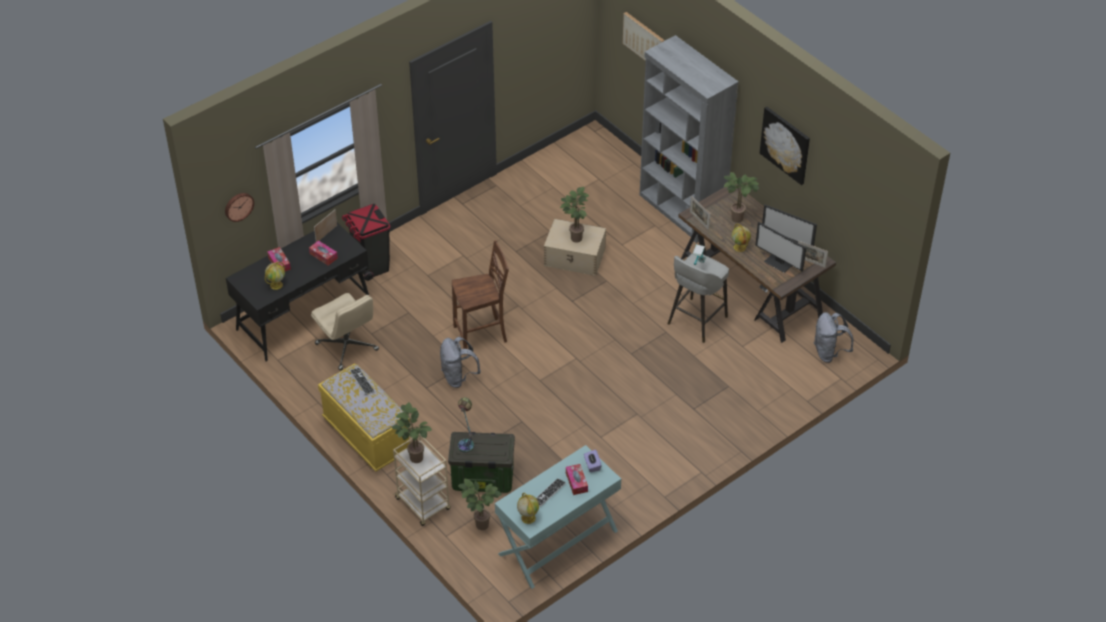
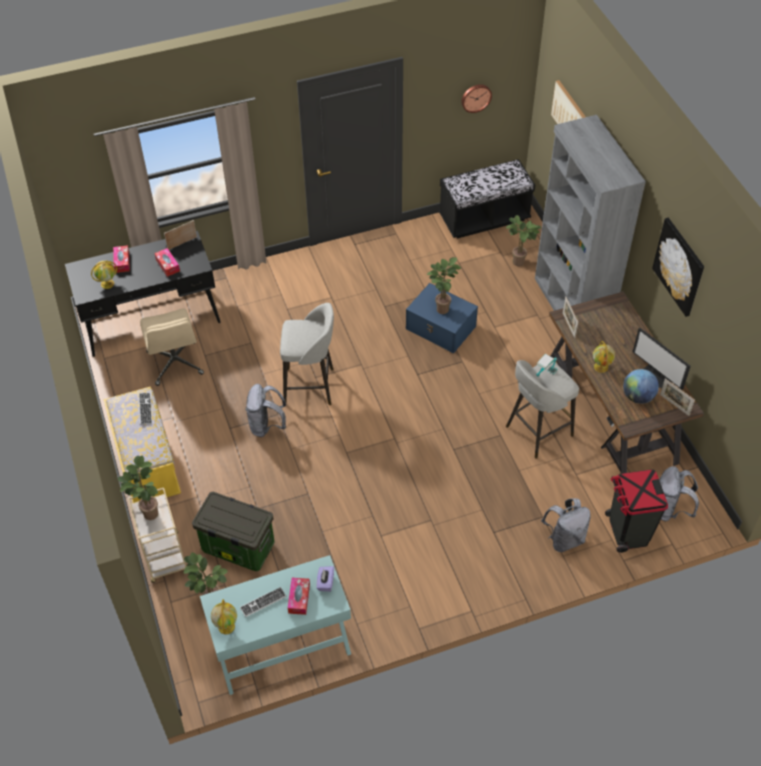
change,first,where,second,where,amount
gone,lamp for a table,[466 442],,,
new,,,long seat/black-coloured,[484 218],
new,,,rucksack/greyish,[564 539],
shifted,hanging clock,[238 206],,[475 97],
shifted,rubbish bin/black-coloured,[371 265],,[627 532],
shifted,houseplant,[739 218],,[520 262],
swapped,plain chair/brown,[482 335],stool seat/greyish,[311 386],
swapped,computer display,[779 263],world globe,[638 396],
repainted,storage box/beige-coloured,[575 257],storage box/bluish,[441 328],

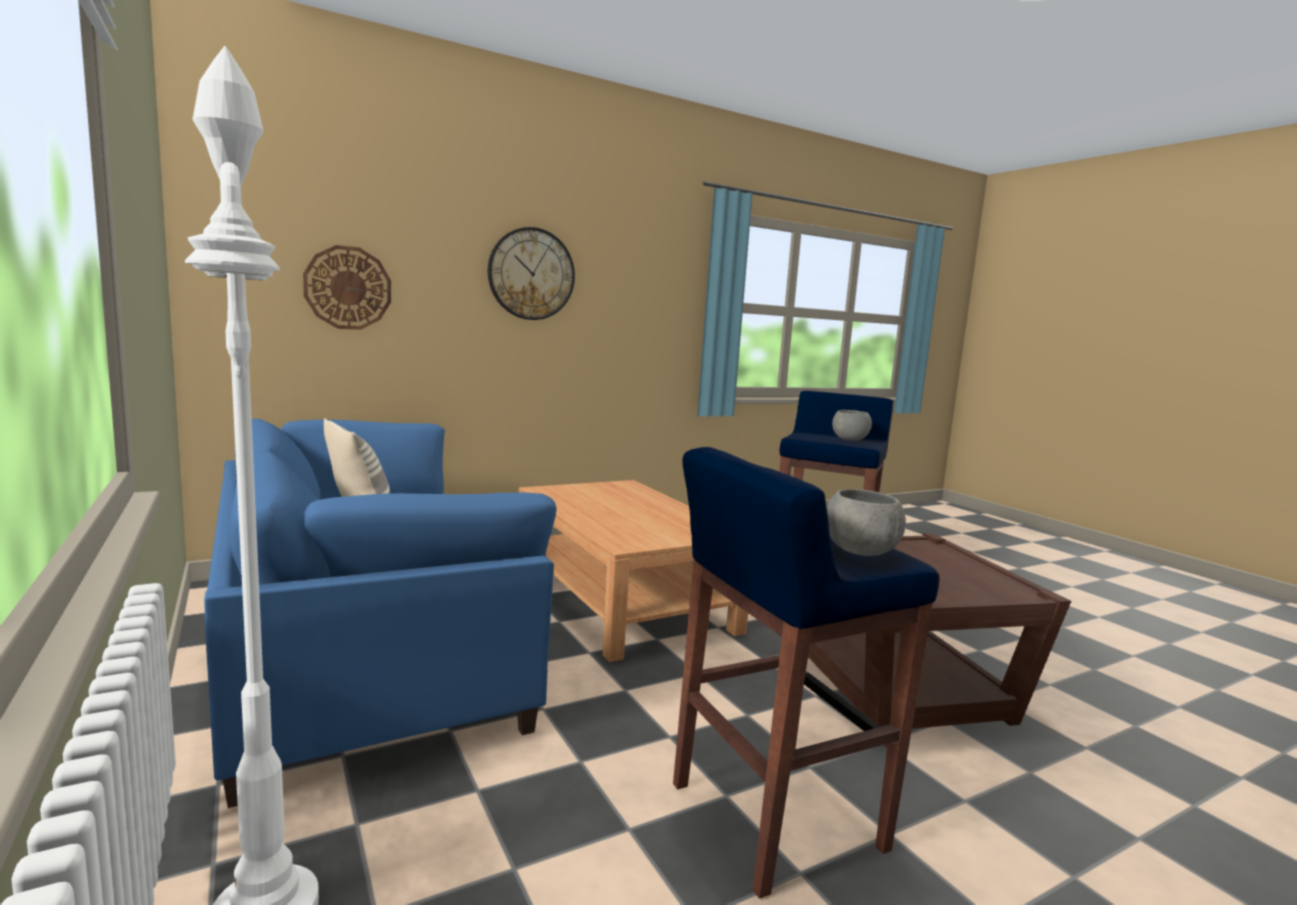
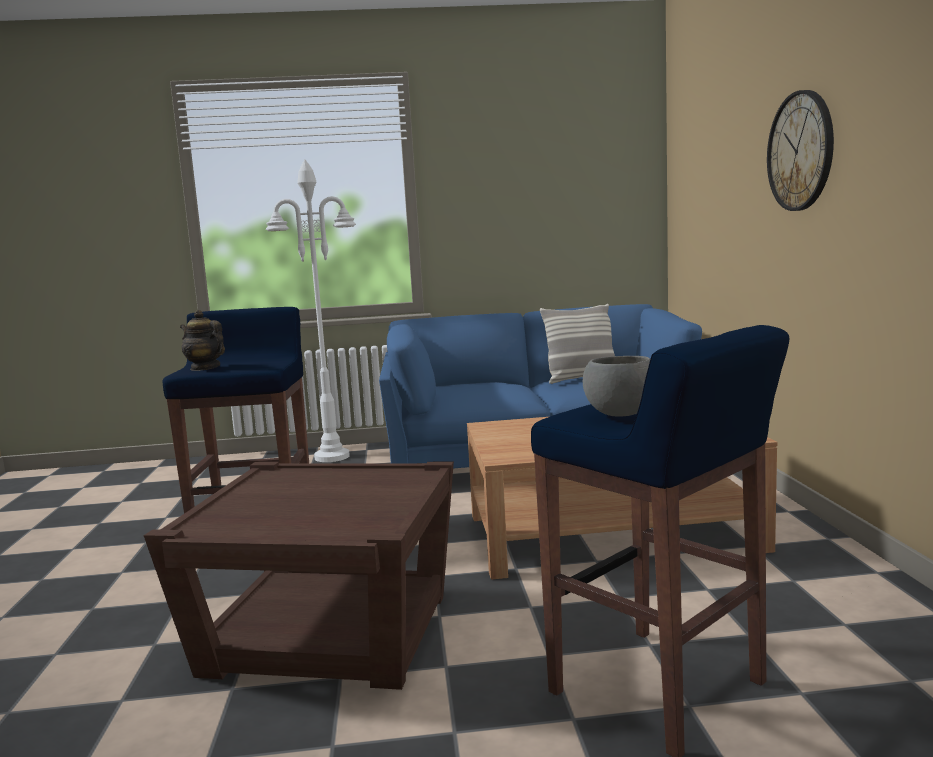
change,first,where,second,where,amount
gone,hanging clock,[348 288],,,
swapped,serving bowl/greyish,[861 552],teapot,[205 368],

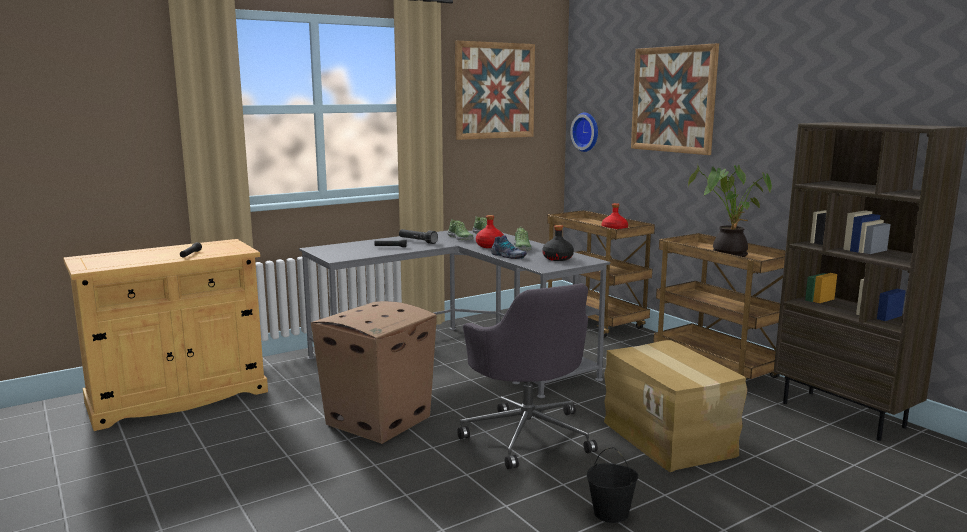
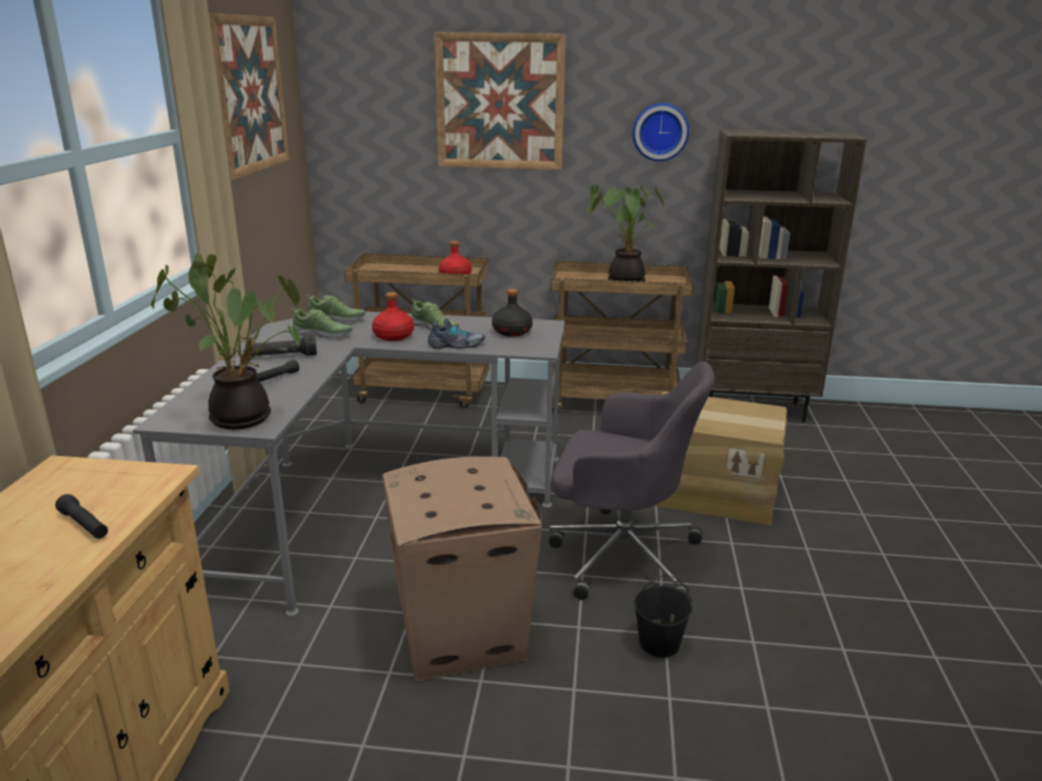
change,first,where,second,where,amount
new,,,houseplant,[244 416],
shifted,hanging clock,[587 132],,[660 131],
shifted,water bucket/black-coloured,[611 513],,[659 643],

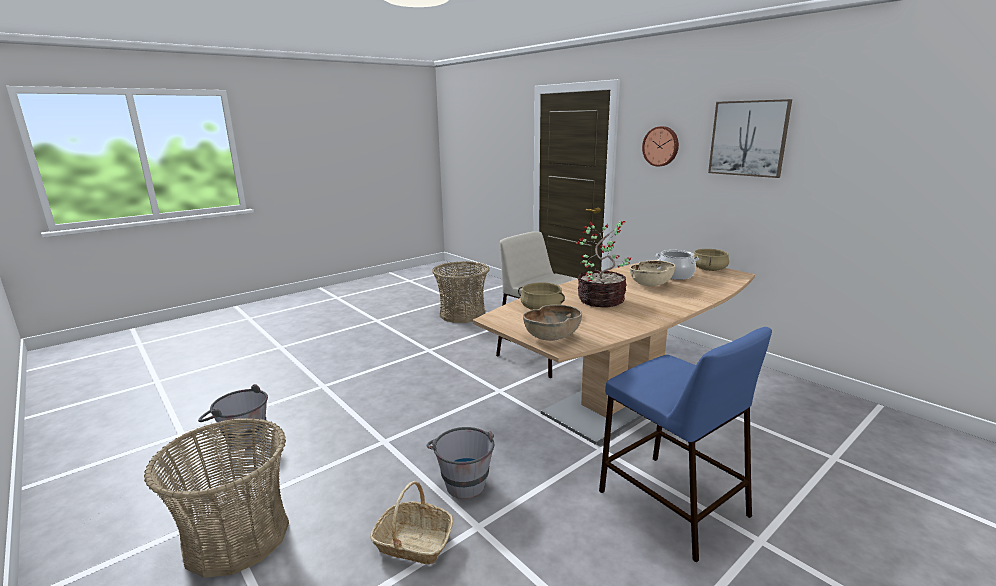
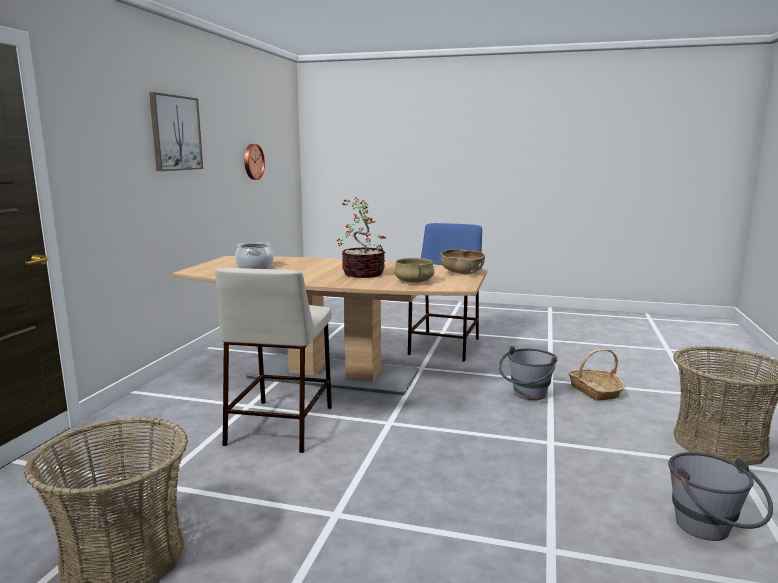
change,first,where,second,where,amount
gone,serving bowl/beige-coloured,[651 284],,,
gone,cooking pot/beige-coloured,[709 269],,,
shifted,hanging clock,[661 146],,[252 161],

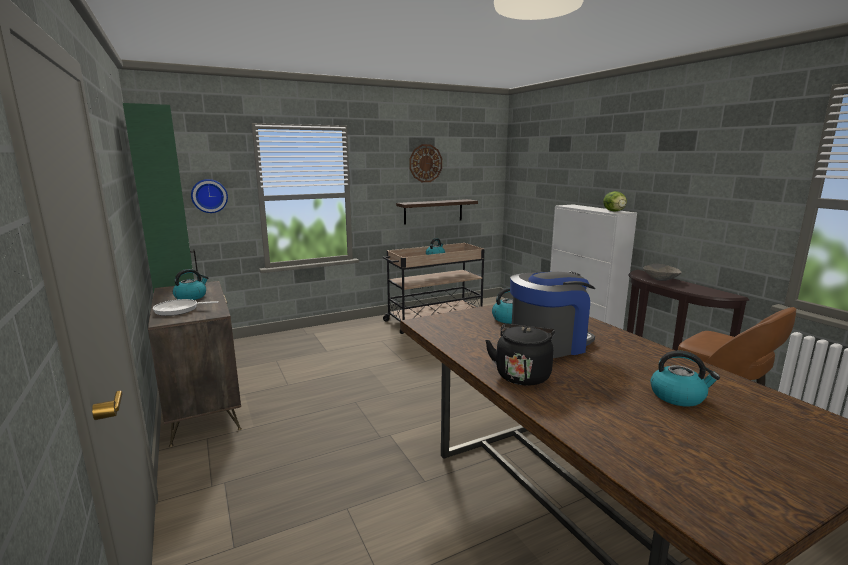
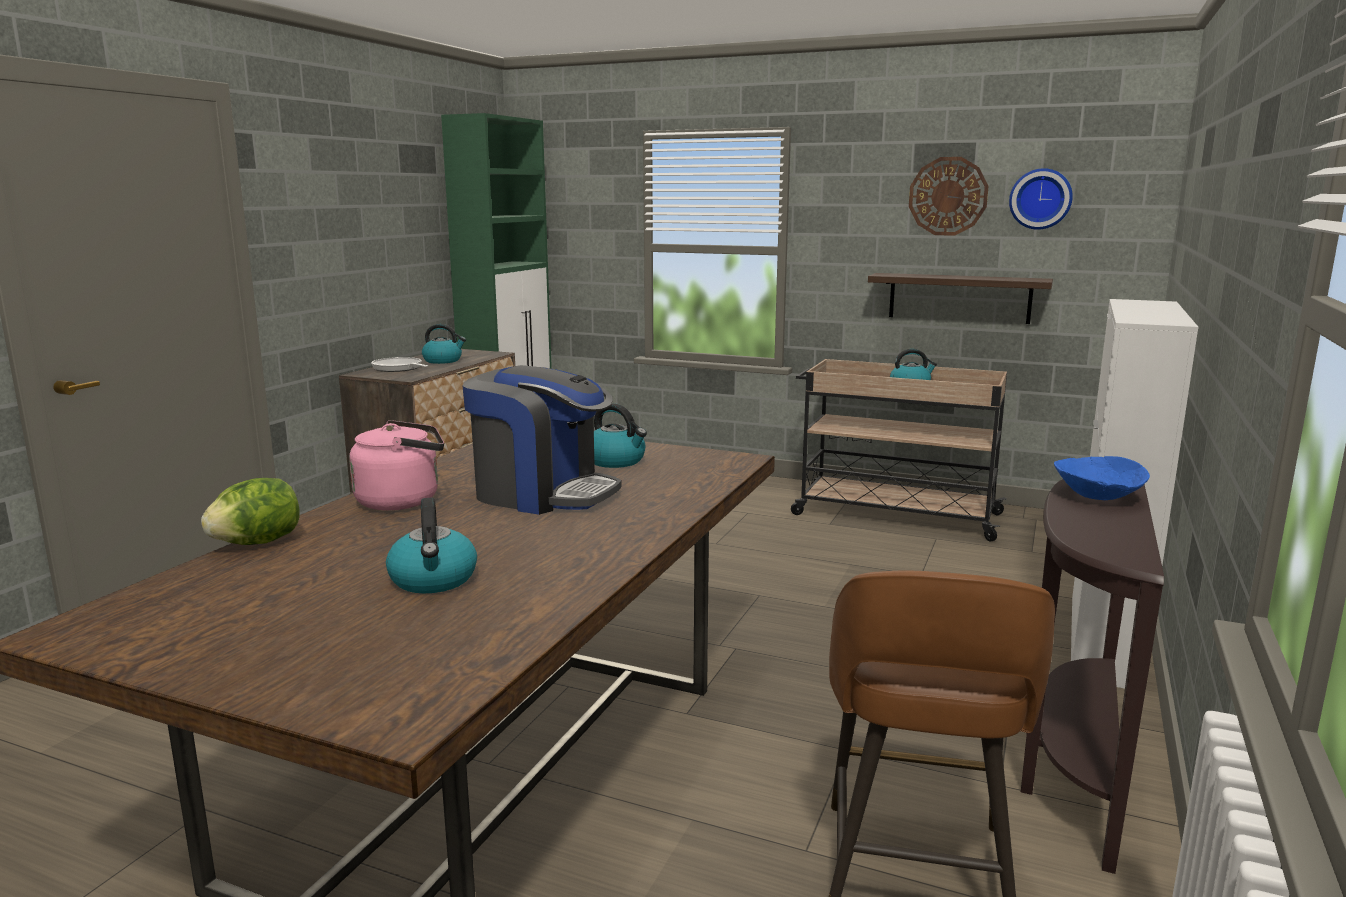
change,first,where,second,where,amount
shifted,hanging clock,[209 196],,[1040 199],
shifted,head of lettuce,[614 211],,[257 543],
repainted,tea kettle/black-coloured,[522 374],tea kettle/pinkish,[403 500],
repainted,serving bowl/greyish,[660 279],serving bowl/bluish,[1097 497],

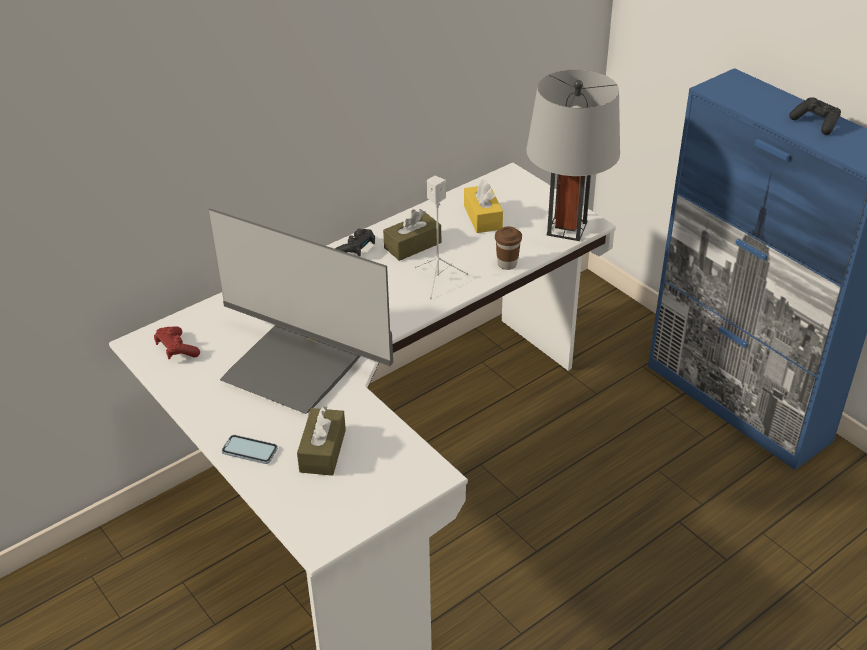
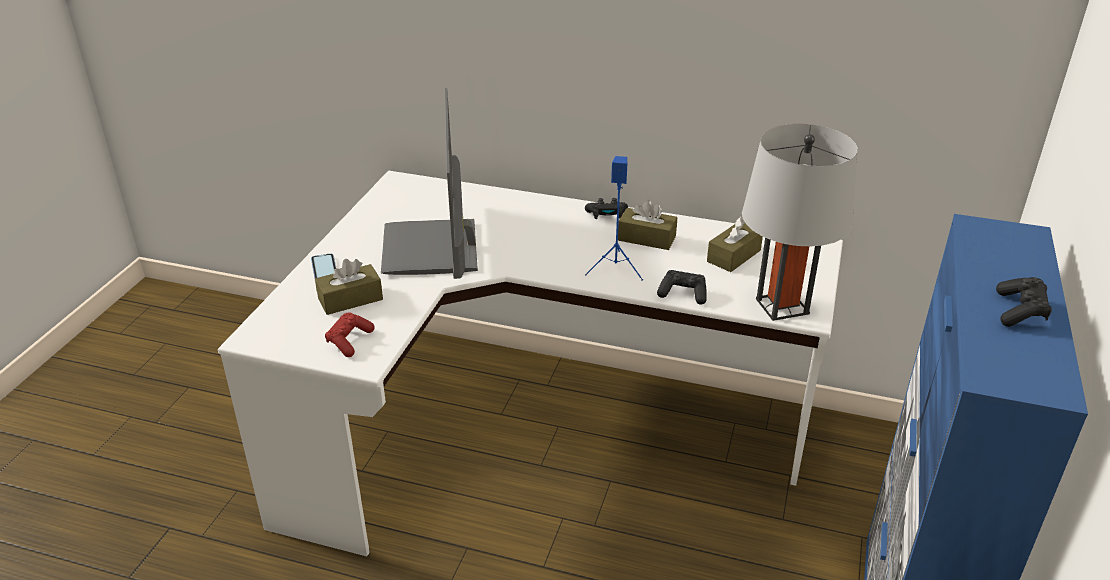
change,first,where,second,where,amount
shifted,game controller/red,[177 350],,[349 341],
swapped,small cup/brown,[507 264],game controller/black-coloured,[683 294],
repainted,audio speaker/white-coloured,[438 280],audio speaker/bluish,[616 268],
repainted,tissue holder/yellow-coloured,[482 217],tissue holder/brown,[733 256],

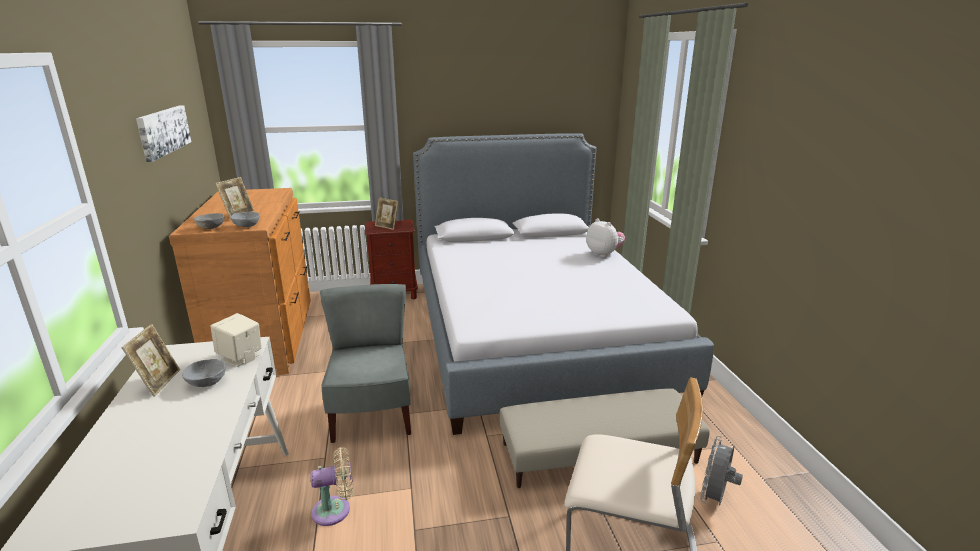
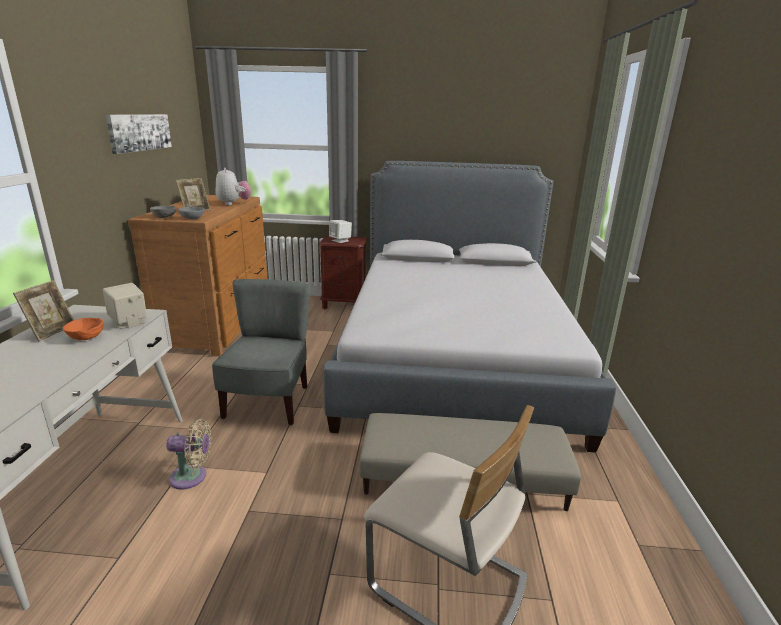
change,first,where,second,where,amount
gone,fan/greyish,[715 499],,,
shifted,soft toy,[604 254],,[233 204],
swapped,standing frame,[387 226],audio speaker/white-coloured,[340 240],
repainted,serving bowl/greyish,[207 382],serving bowl/orange-coloured,[86 337],

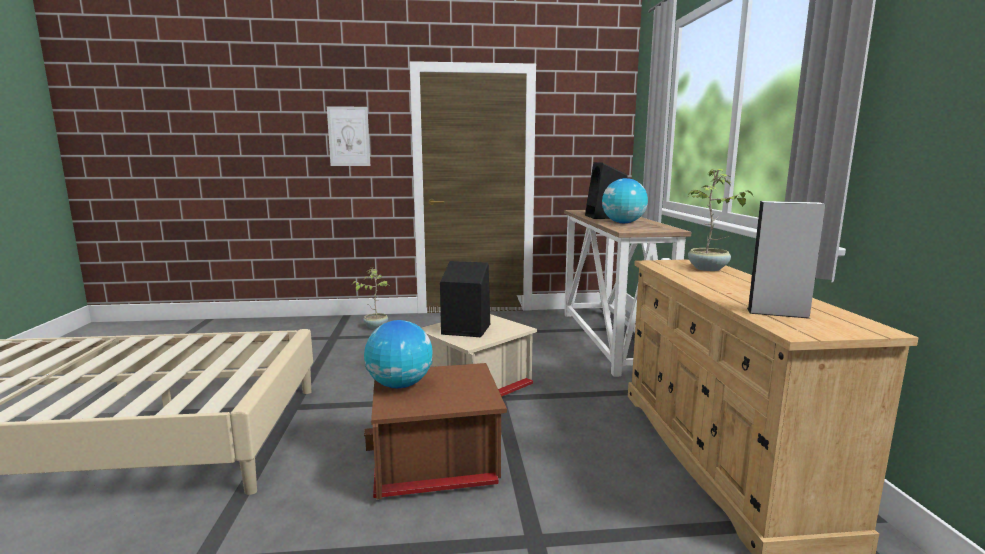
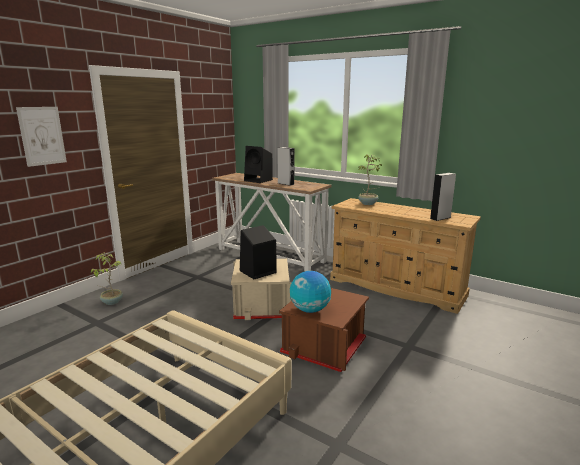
change,first,where,second,where,amount
swapped,world globe,[623 223],audio speaker/greyish,[286 184],

